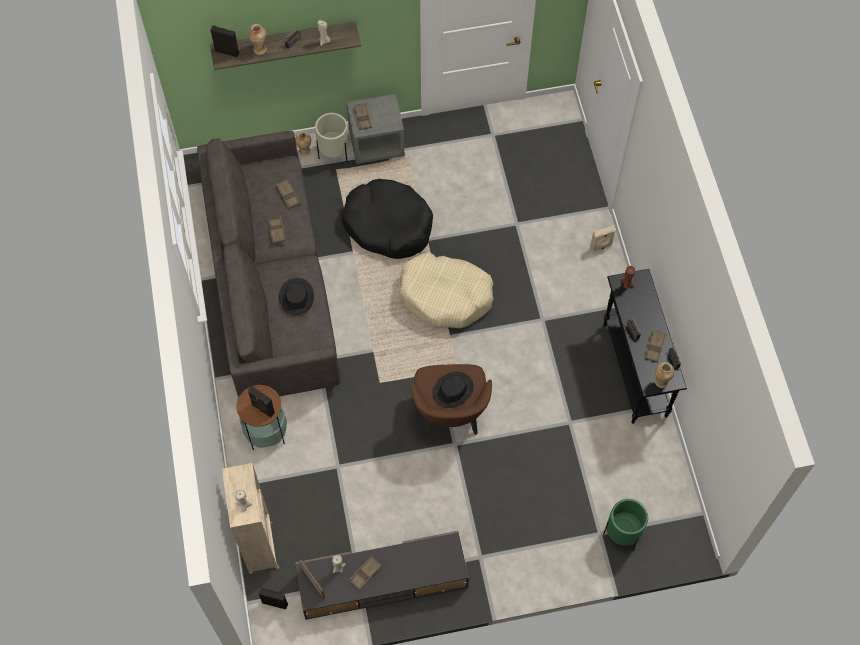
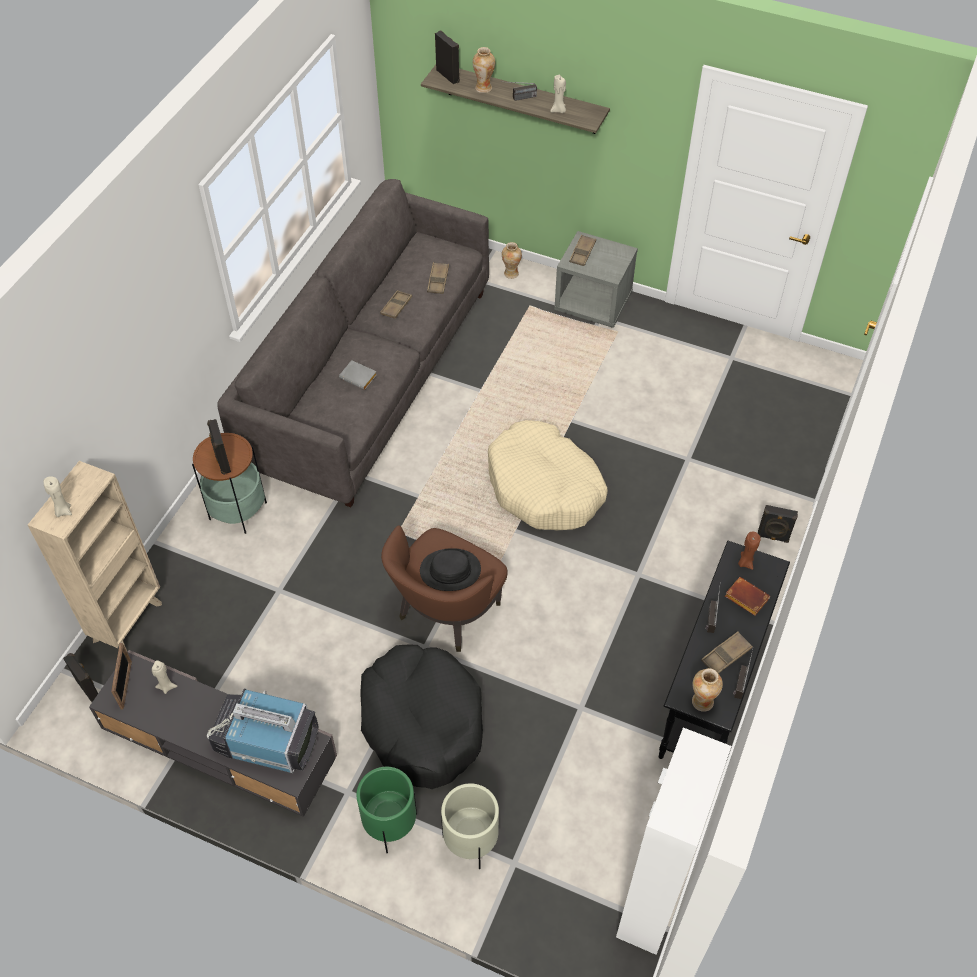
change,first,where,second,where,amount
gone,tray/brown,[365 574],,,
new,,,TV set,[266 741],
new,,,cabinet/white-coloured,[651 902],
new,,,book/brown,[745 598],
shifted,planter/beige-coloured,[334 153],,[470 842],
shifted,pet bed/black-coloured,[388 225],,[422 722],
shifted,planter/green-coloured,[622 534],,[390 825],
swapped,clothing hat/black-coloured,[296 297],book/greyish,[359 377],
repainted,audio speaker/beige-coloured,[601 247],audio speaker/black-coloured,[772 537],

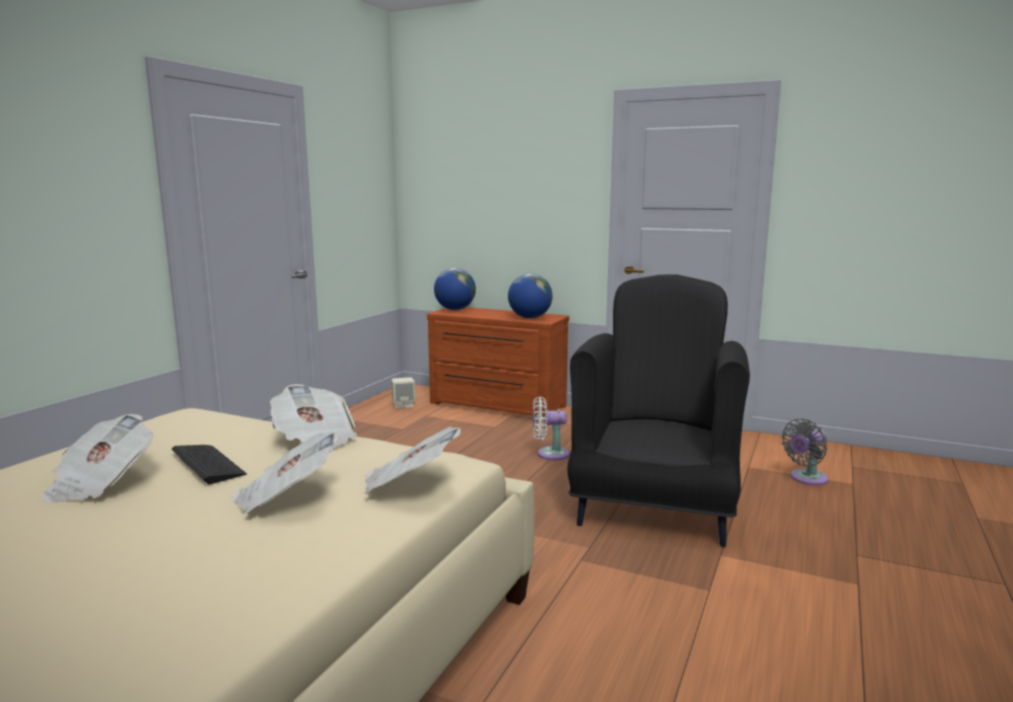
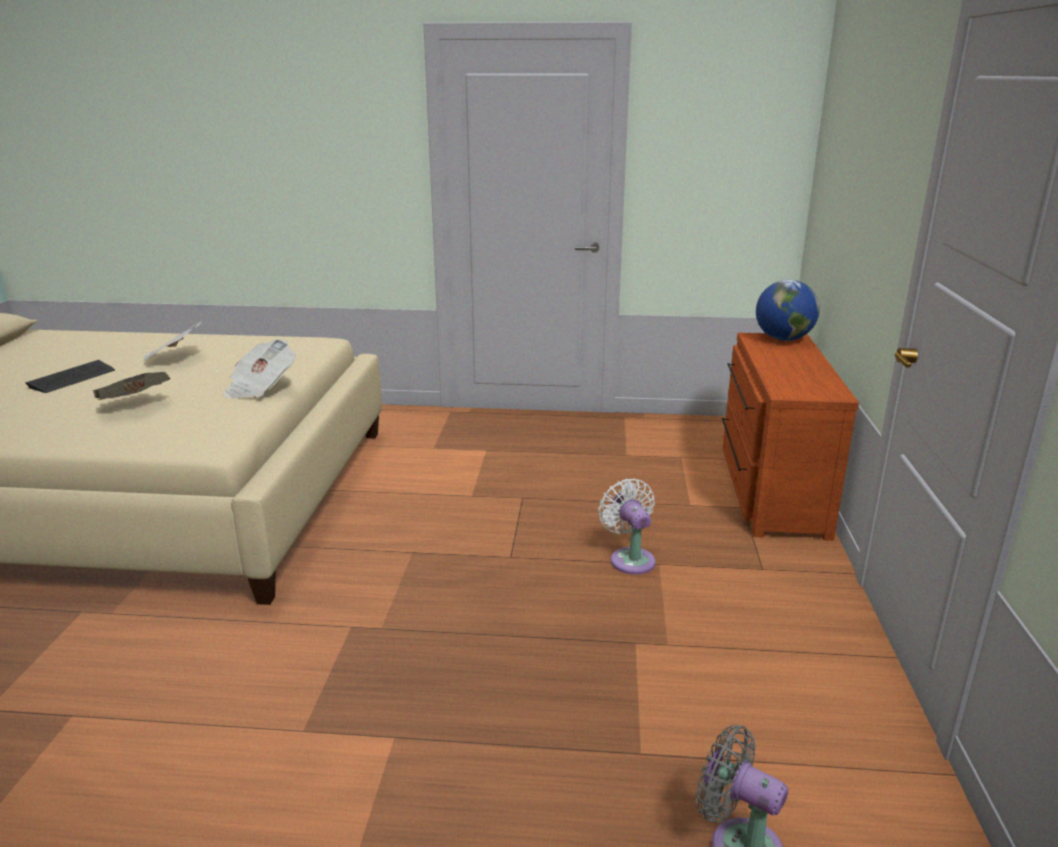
change,first,where,second,where,amount
gone,printed paper,[409 484],,,
gone,audio speaker/beige-coloured,[403 405],,,
gone,world globe,[530 317],,,
gone,easy chair/black-coloured,[655 507],,,
shifted,PC keyboard,[208 464],,[72 378],

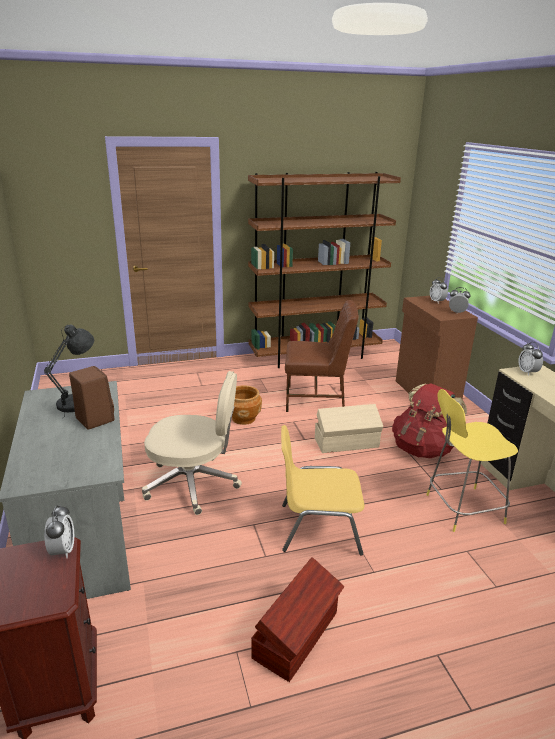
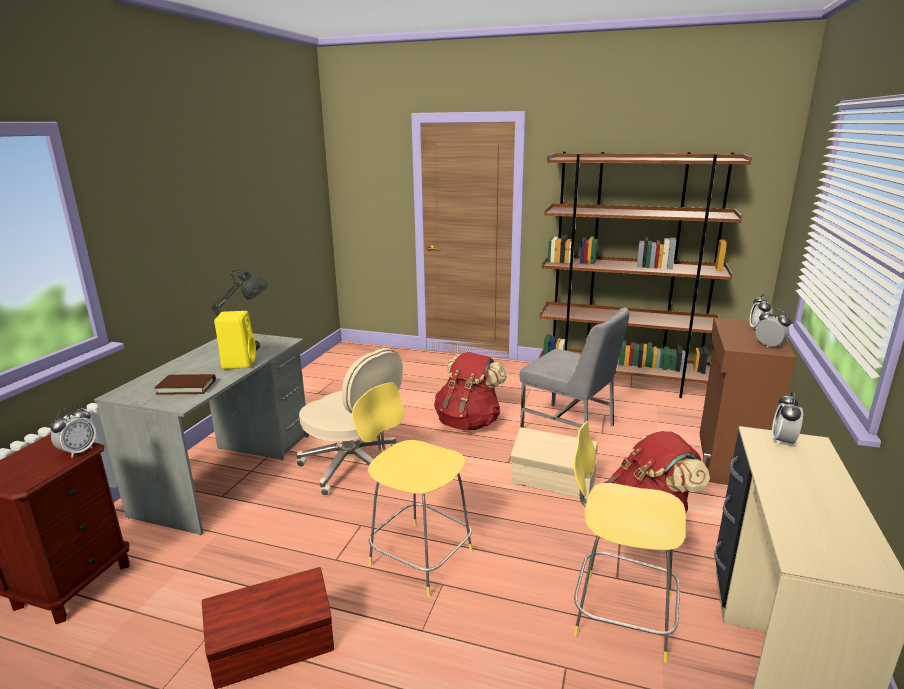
change,first,where,second,where,amount
new,,,book/brown,[186 387],
swapped,planter/brown,[244 418],rucksack/red,[468 422],
swapped,plain chair/yellow-coloured,[318 527],stool seat/yellow-coloured,[418 556],
repainted,audio speaker/brown,[94 419],audio speaker/yellow-coloured,[239 363],
repainted,plain chair/brown,[316 400],plain chair/greyish,[569 427],

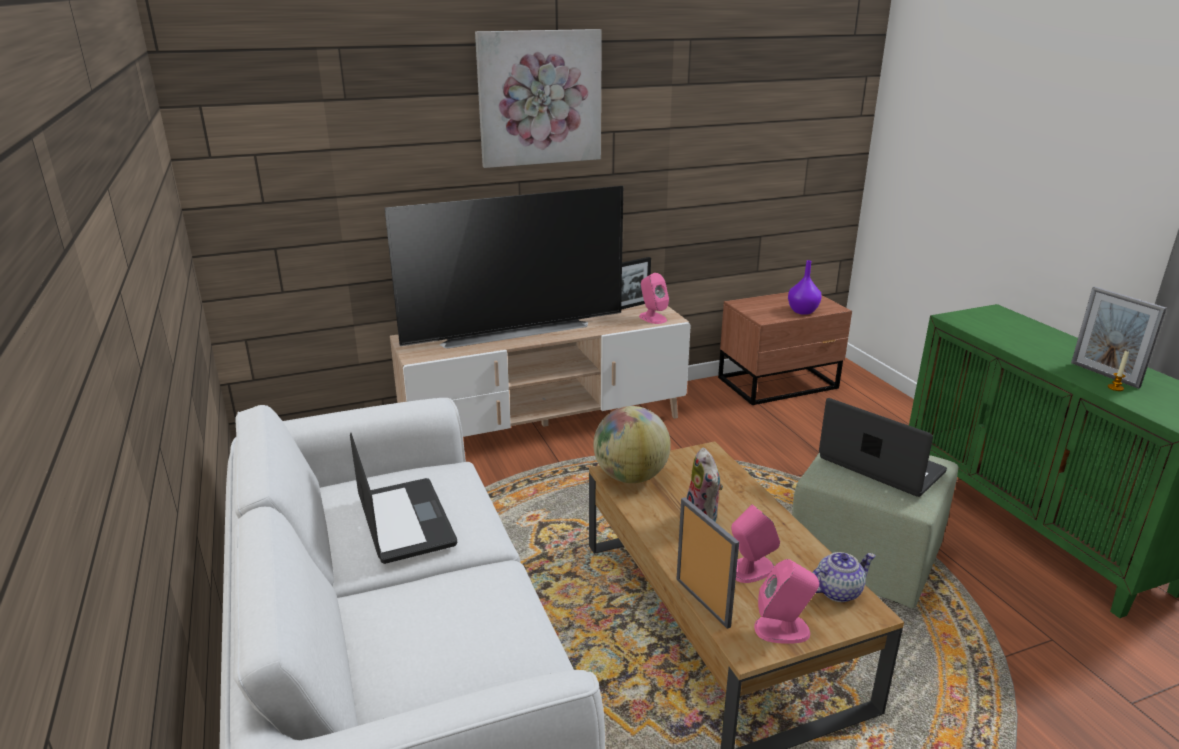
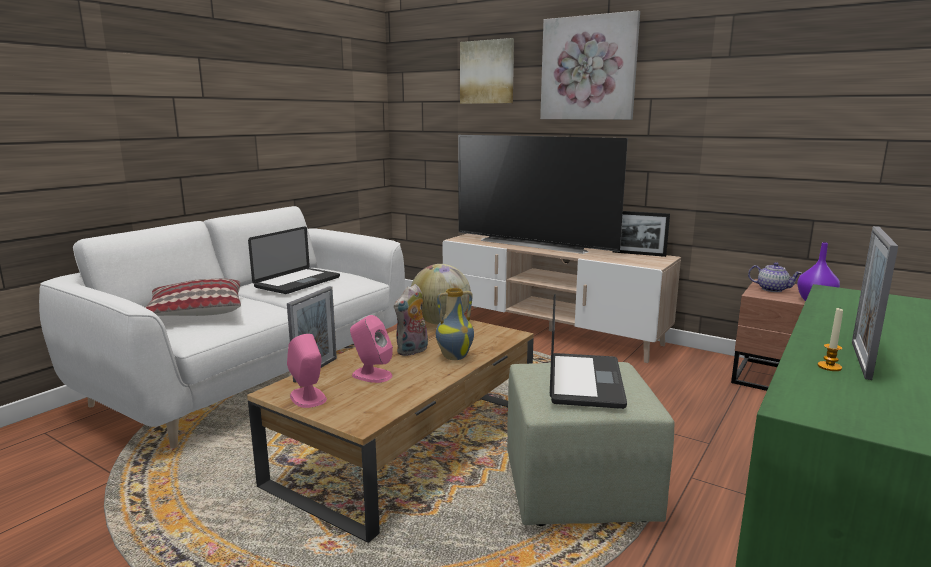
change,first,where,second,where,amount
gone,audio speaker/pinkish,[652 318],,,
new,,,throw pillow,[195 311],
new,,,decorative vase,[454 356],
new,,,wall art,[487 72],
shifted,teapot,[837 591],,[772 289],

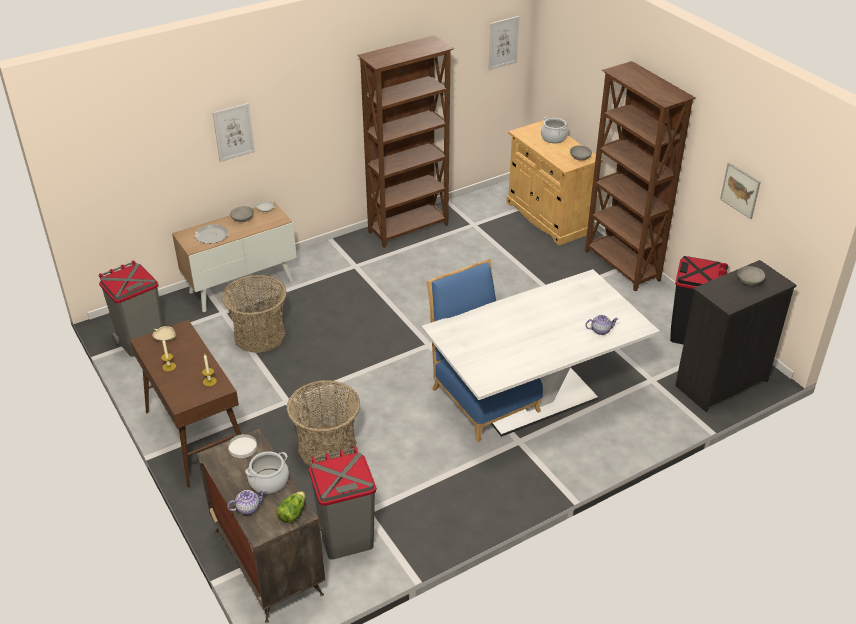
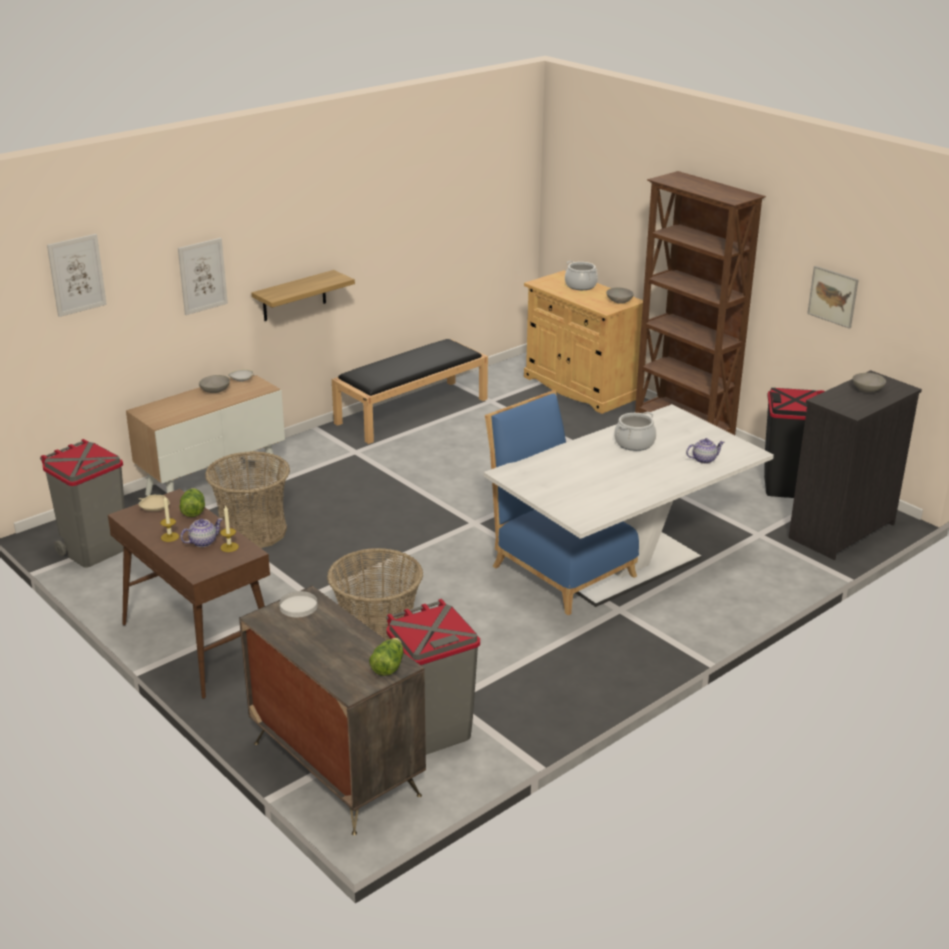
change,first,where,second,where,amount
gone,flat dish,[212 235],,,
new,,,head of lettuce,[193 510],
new,,,bracket shelf,[294 296],
shifted,teapot,[248 508],,[203 542],
shifted,cooking pot,[268 481],,[634 443],
shifted,wall art,[503 42],,[76 275],
swapped,bookcase/brown,[409 229],long seat/black-coloured,[412 410],

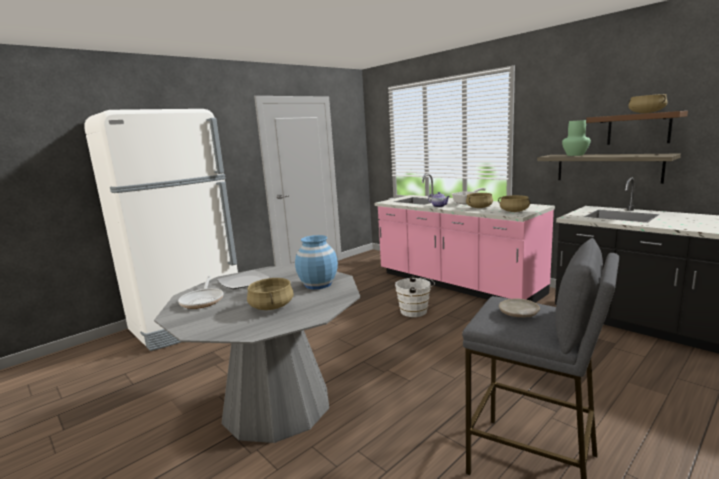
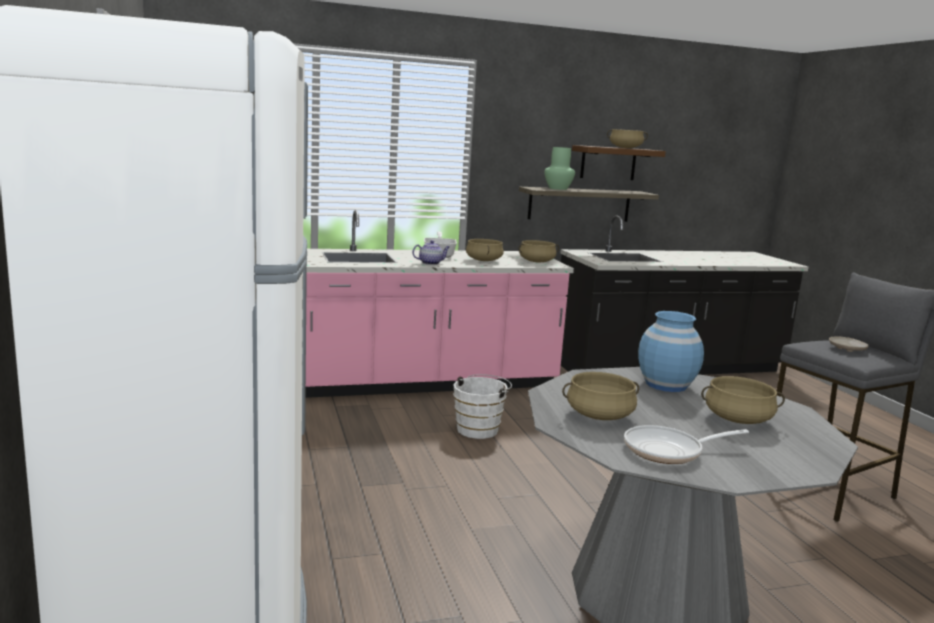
change,first,where,second,where,amount
swapped,flat dish,[244 282],cooking pot/beige-coloured,[599 415],
rotated,pan,[203 300],,[669 451],150 degrees clockwise

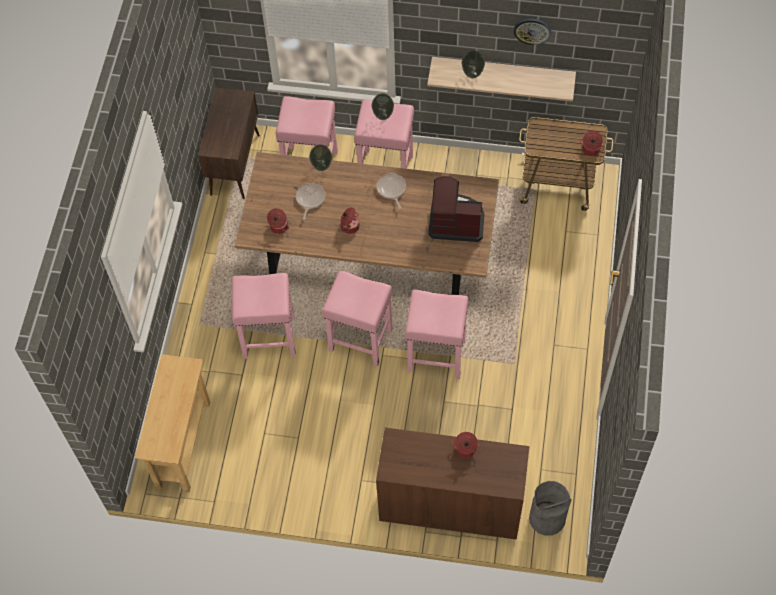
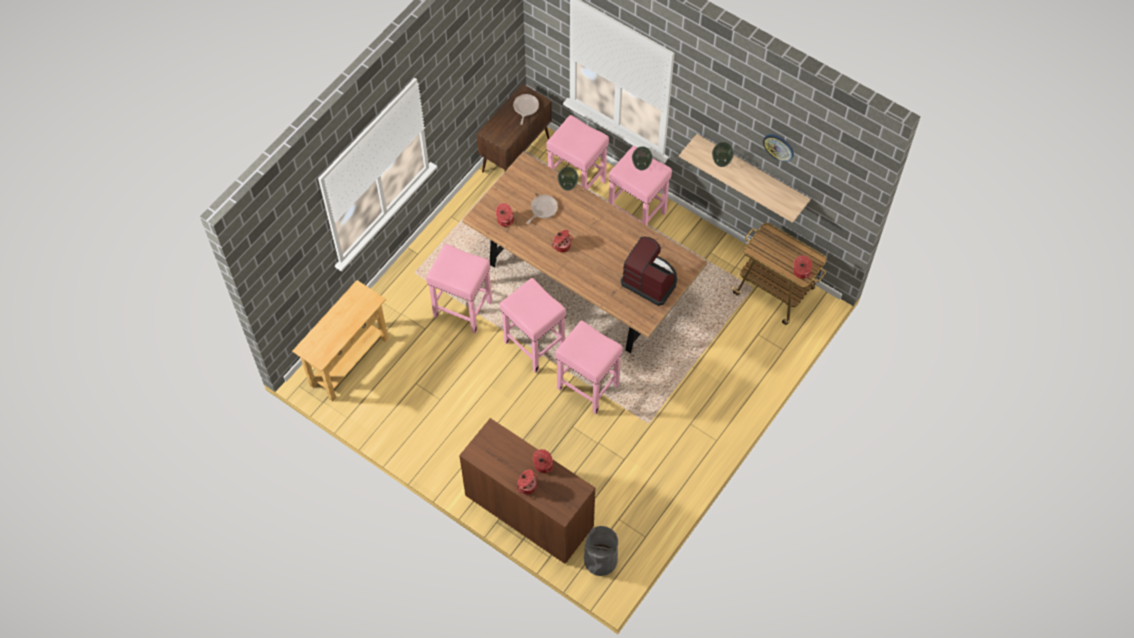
change,first,where,second,where,amount
new,,,cooking pot,[527 485],
shifted,pan,[391 189],,[525 108],

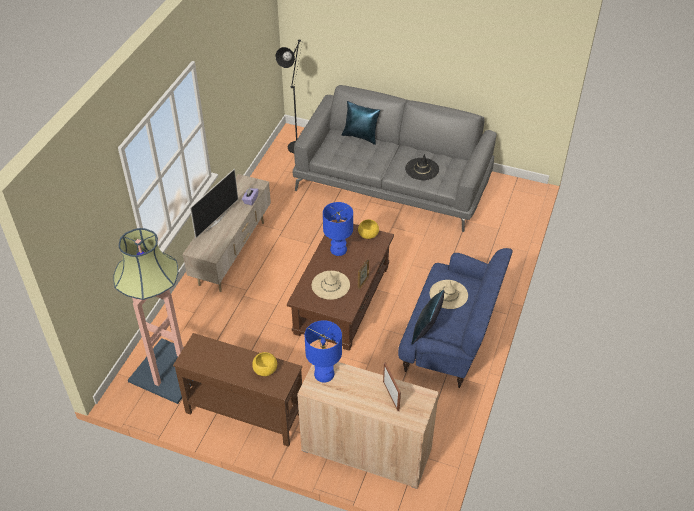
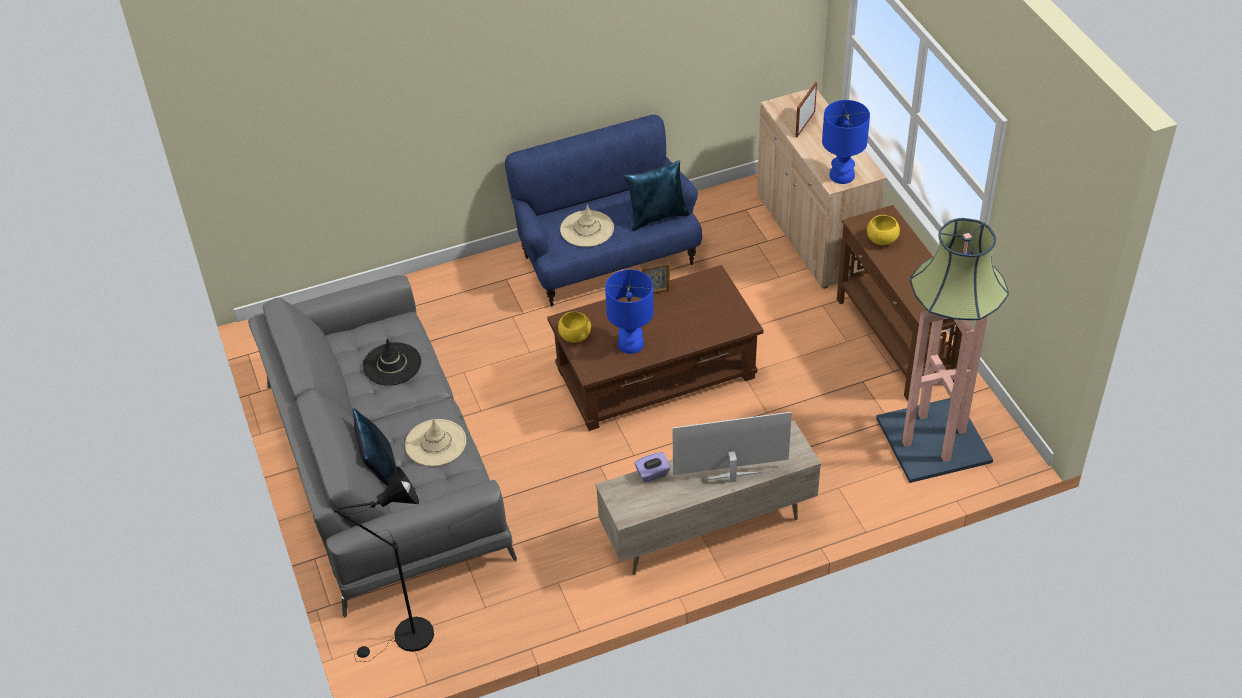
change,first,where,second,where,amount
shifted,clothing hat/beige-coloured,[330 285],,[435 443],

